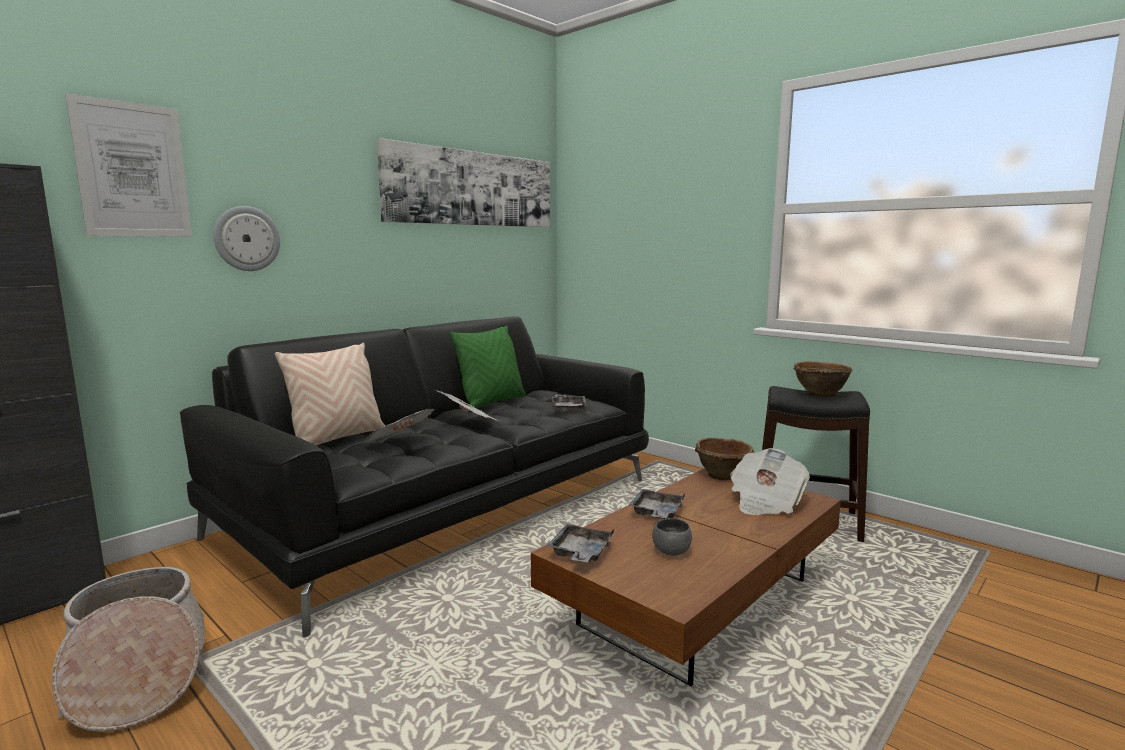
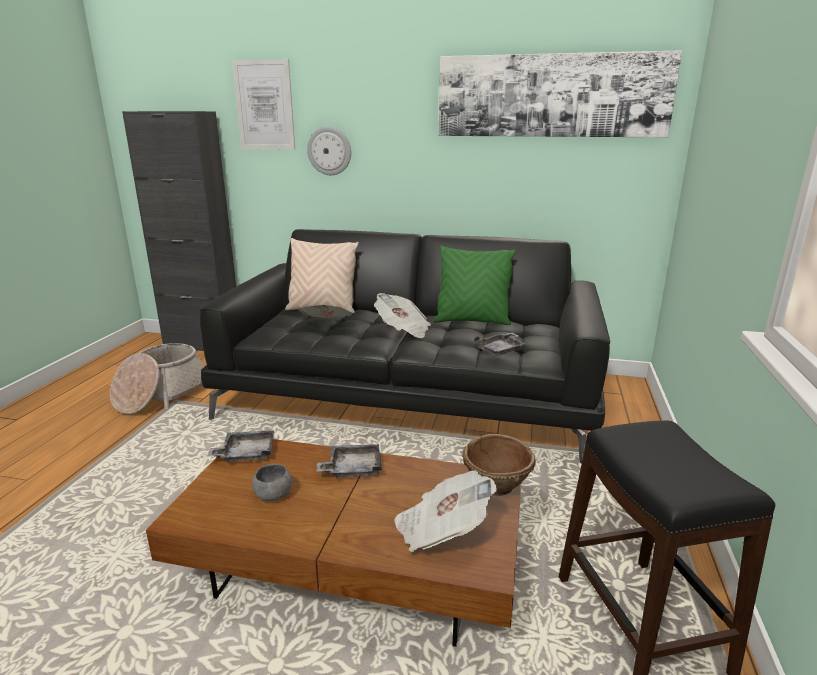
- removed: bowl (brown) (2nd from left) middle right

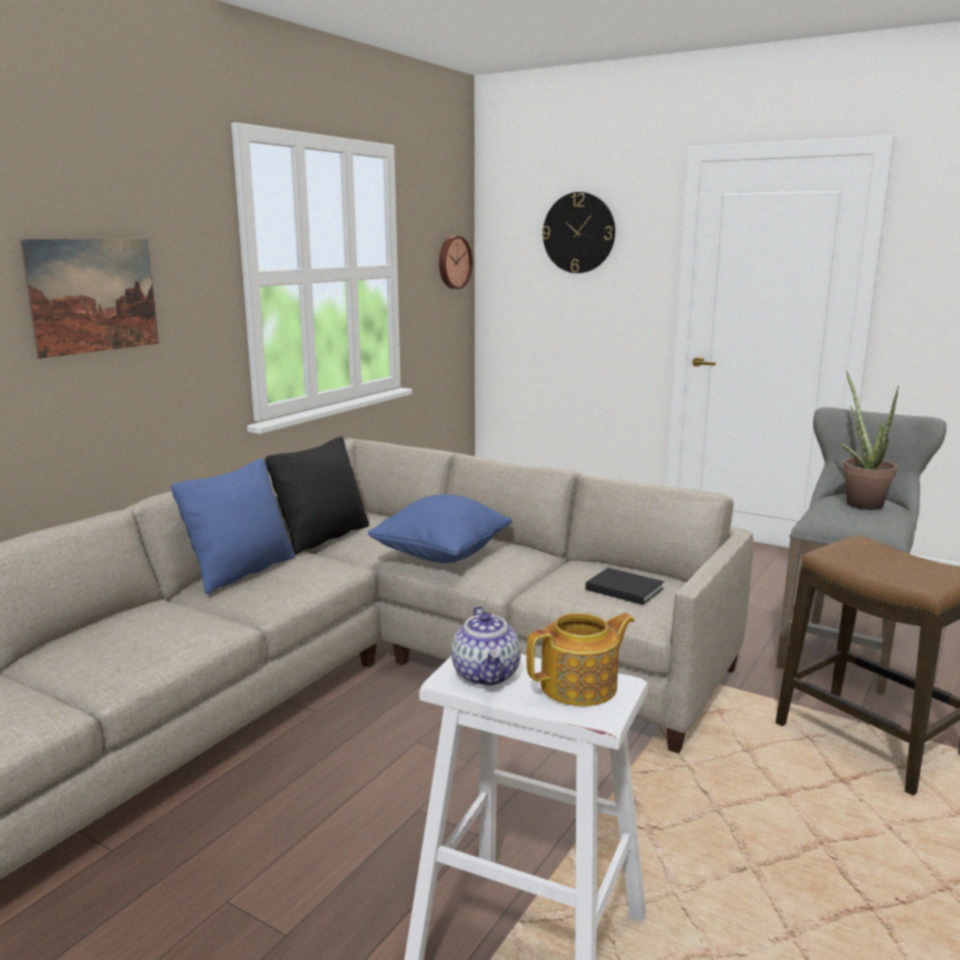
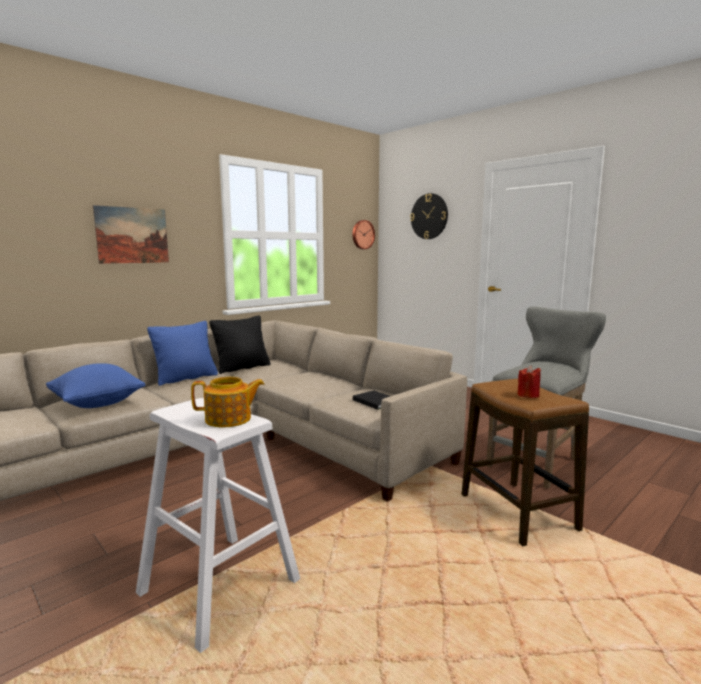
- removed: teapot (1st from left) bottom centre
- removed: potted plant middle right
- added: candle (red) middle right
- moved: pillow (blue) (2nd from left in the first image) centre to pillow (blue) (1st from left) middle left

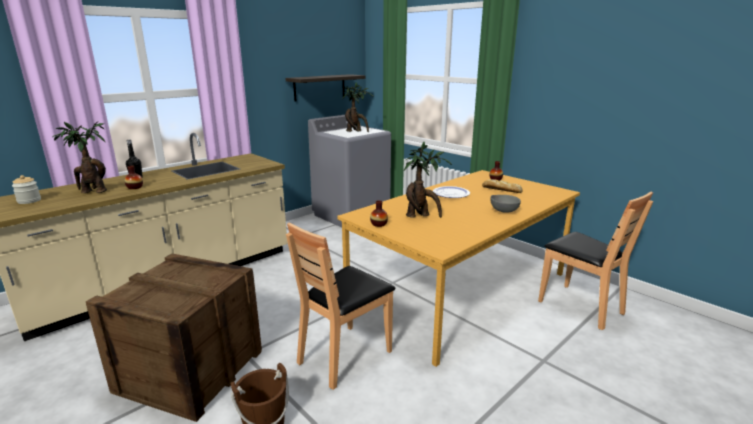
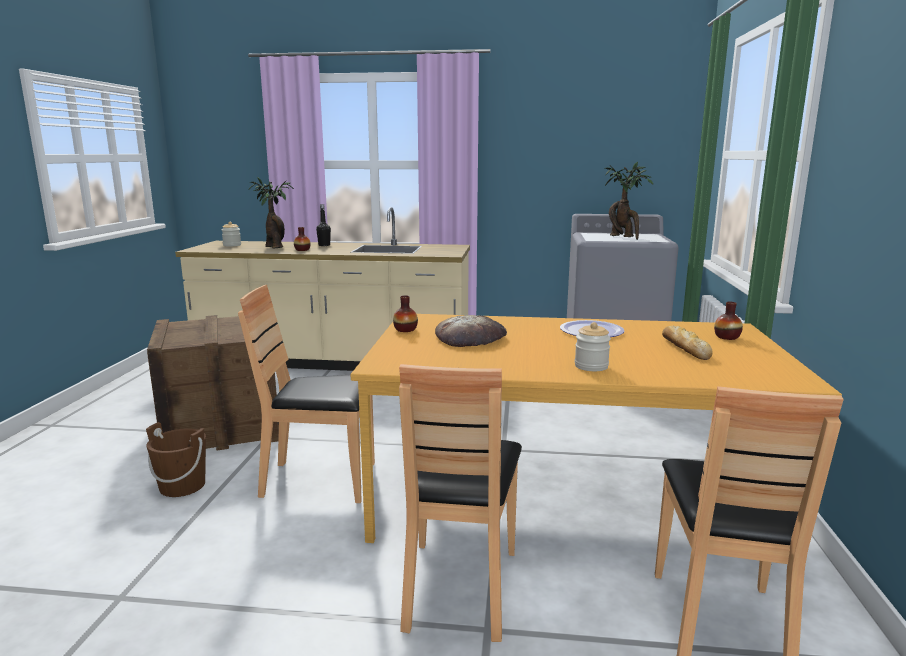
- removed: shelf top centre
- added: chair (brown) (2nd from left) bottom centre
- replaced: potted plant (3rd from left) centre to bread (1st from left) centre
- replaced: bowl (grey) middle right to jar (2nd from left) centre

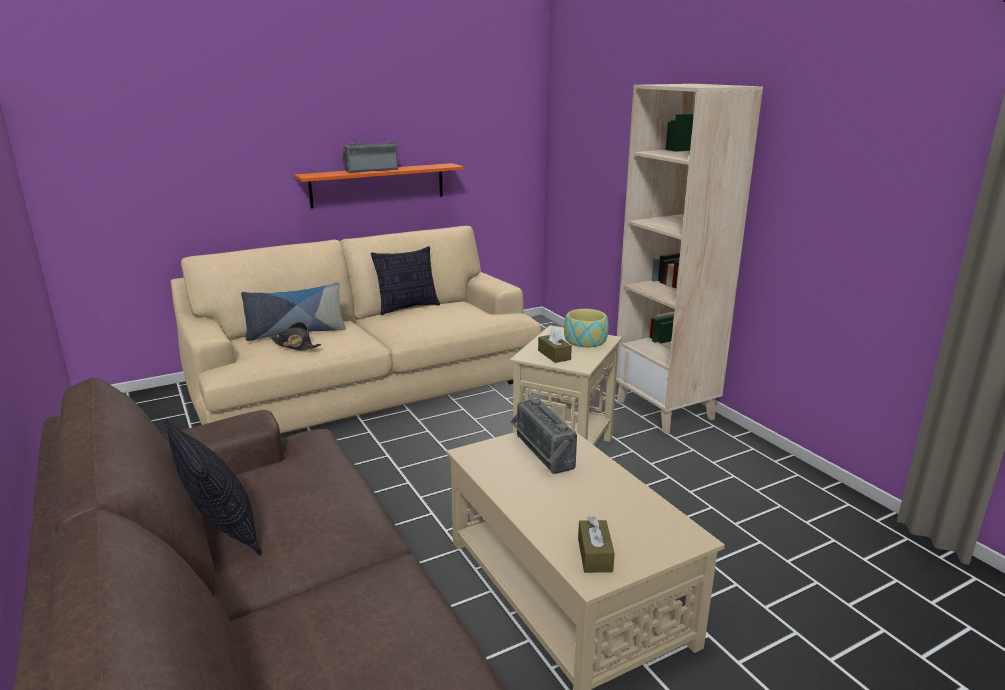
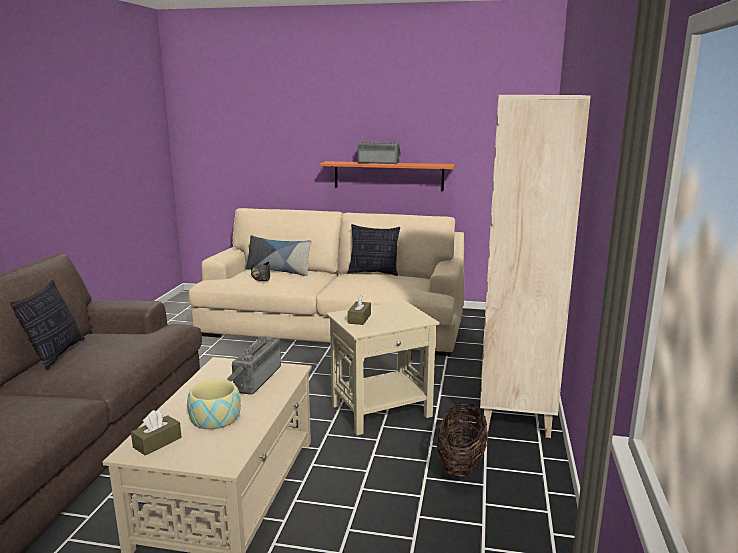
- added: basket bottom centre
- moved: bowl centre to bottom left

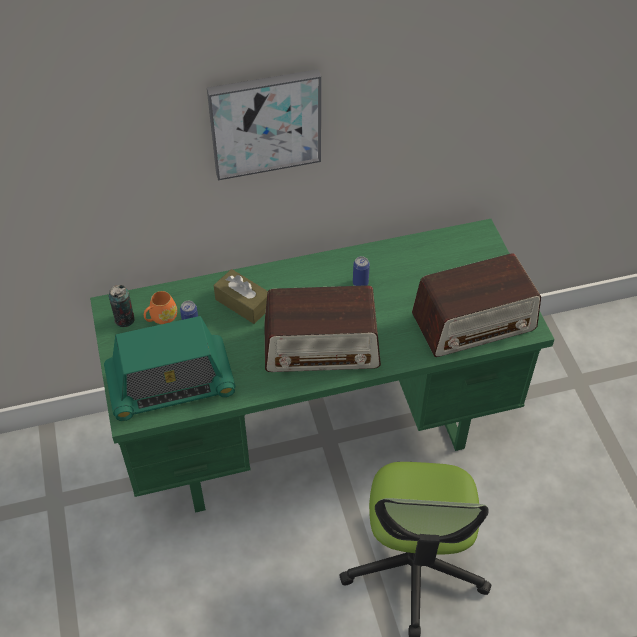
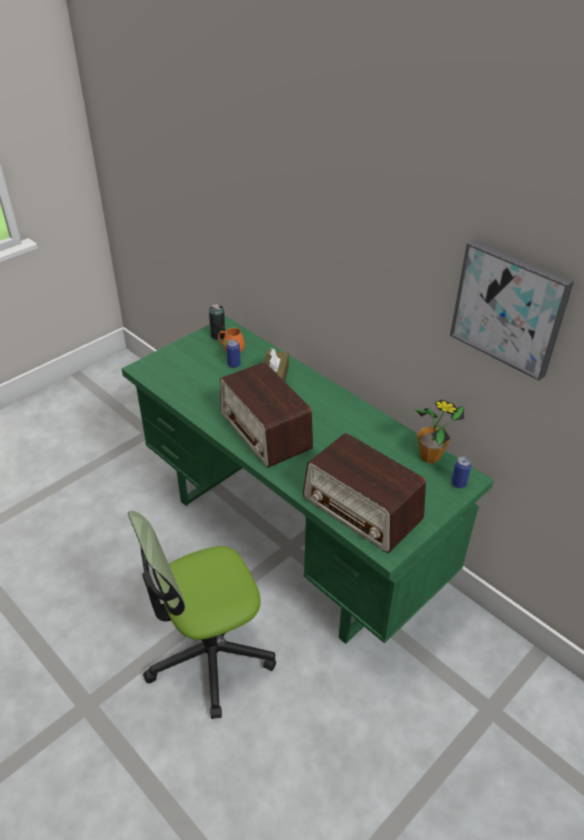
- removed: radio (1st from left) middle left
- added: potted plant middle right
- moved: picture top centre to middle right
- moved: can (3rd from left) centre to middle right

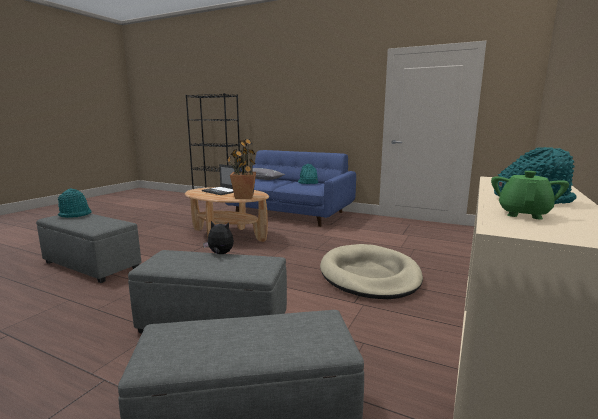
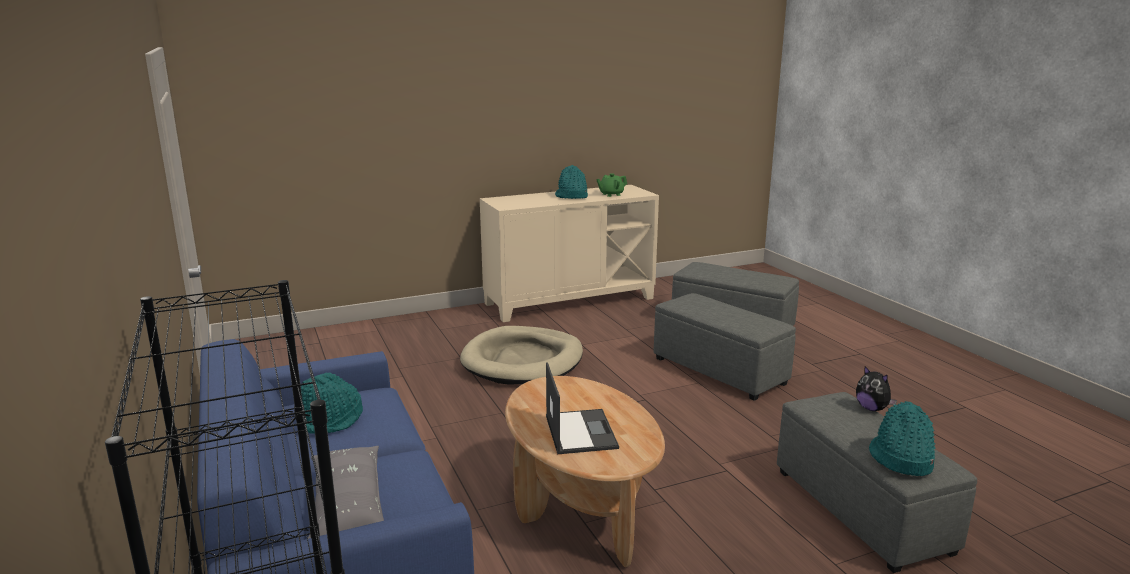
- removed: potted plant centre
- moved: plush toy centre to bottom right

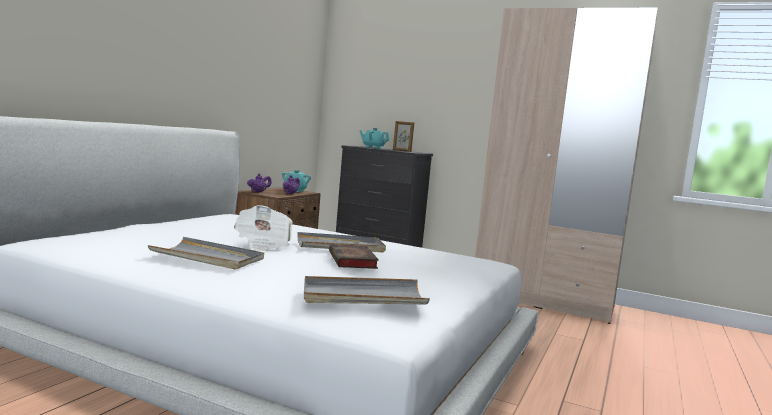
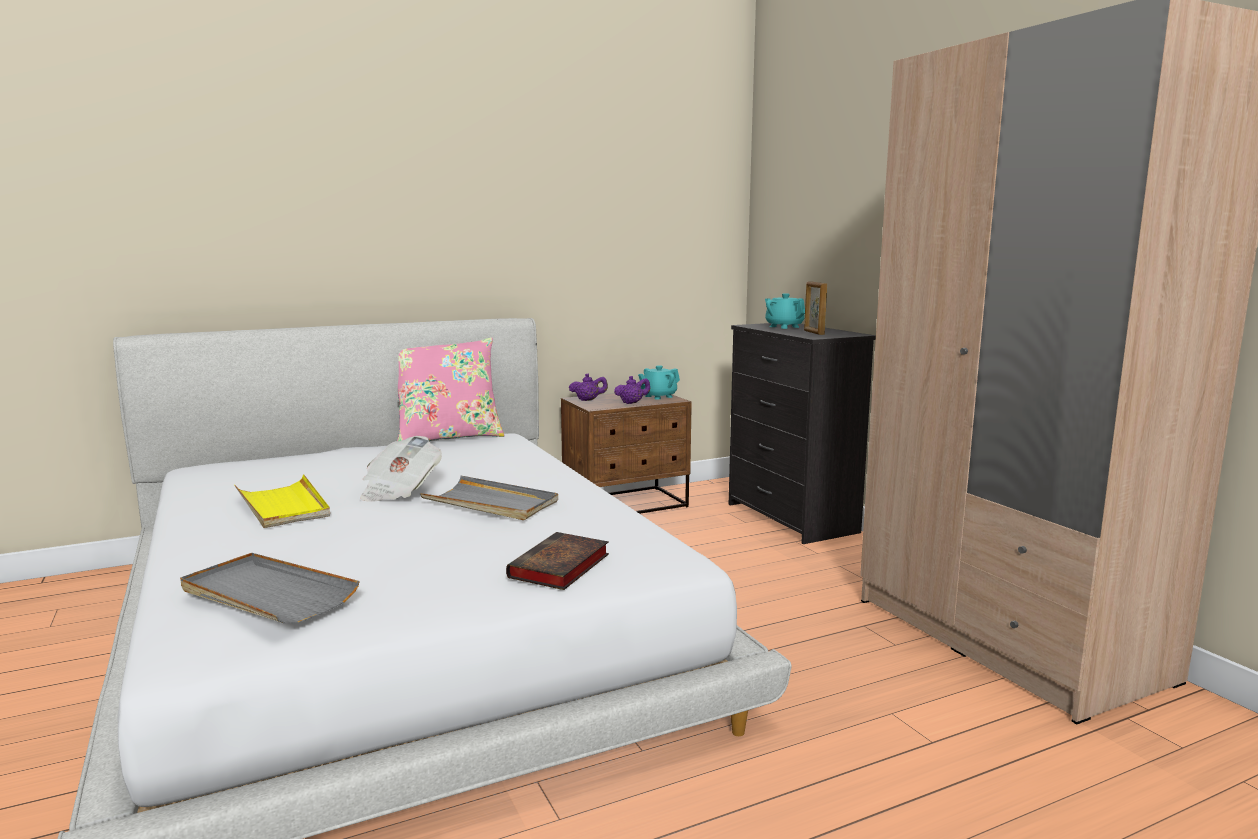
- added: pillow (pink) centre
- moved: book centre to bottom centre
- recoloured: tray (grey) (1st from left) middle left to tray (yellow) middle left

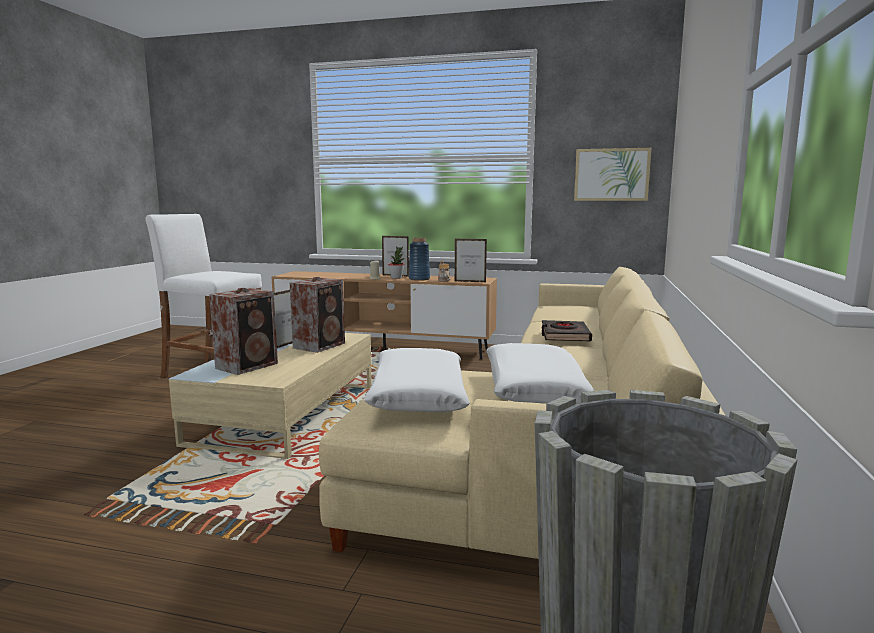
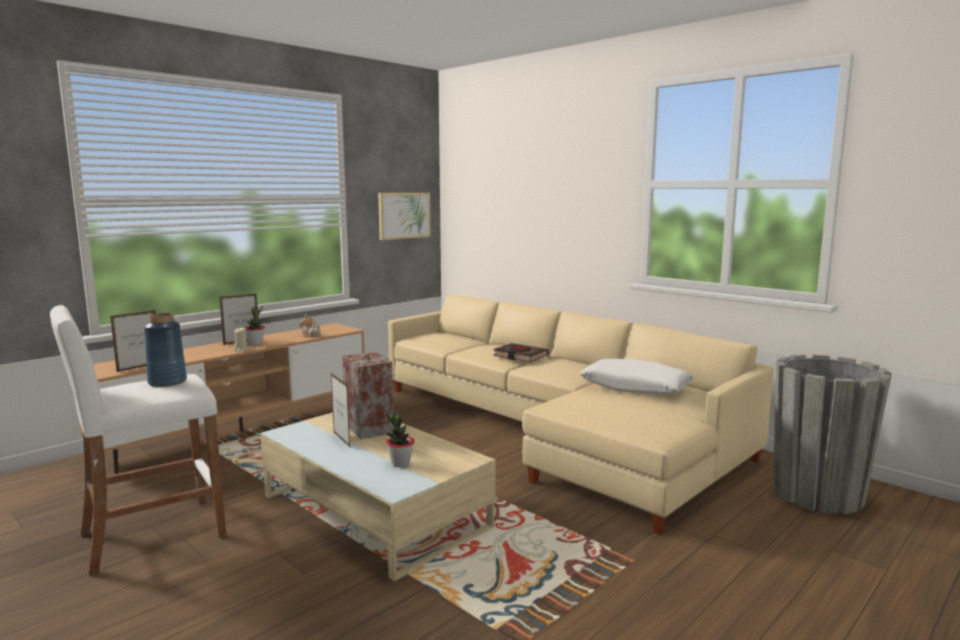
- removed: pillow (white) (1st from left) centre
- moved: vase (blue) centre to middle left
- moved: picture frame (3rd from left in the first image) centre to picture frame (1st from left) middle left
- replaced: speaker (1st from left) middle left to potted plant (2nd from left) bottom centre

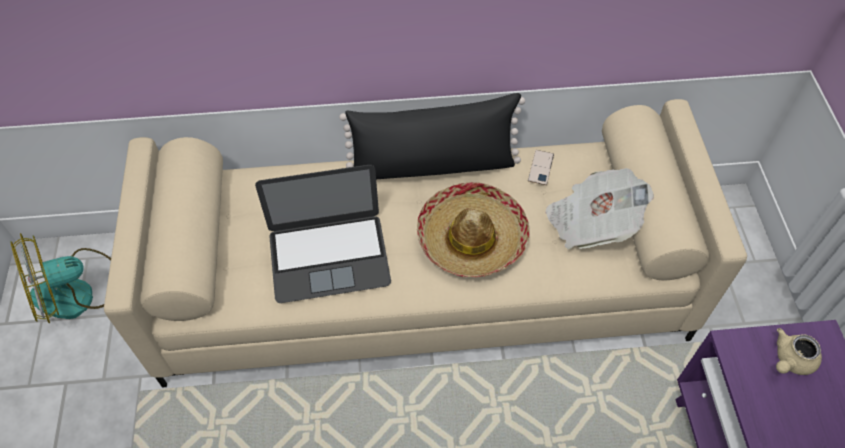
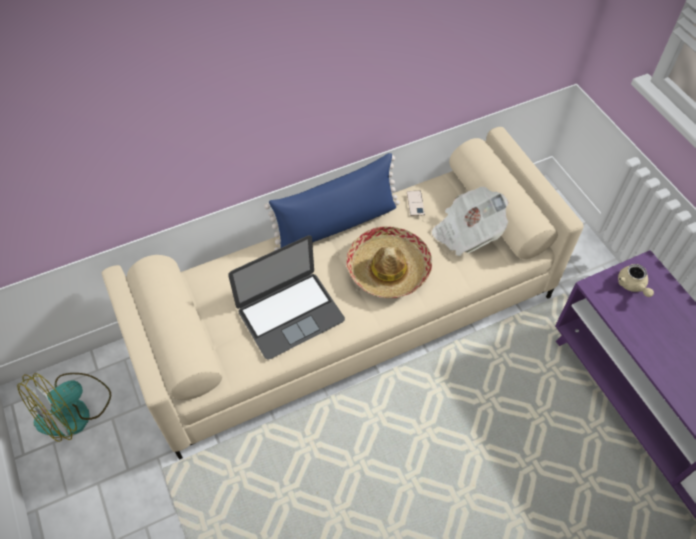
- recoloured: pillow (black) top centre to pillow (blue) centre
- turned: teapot (beige) bottom right = middle right 45 degrees counterclockwise

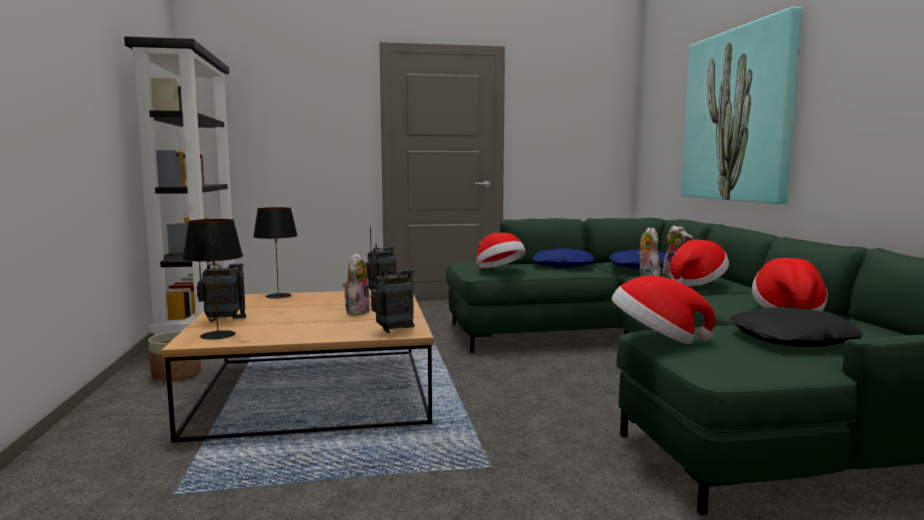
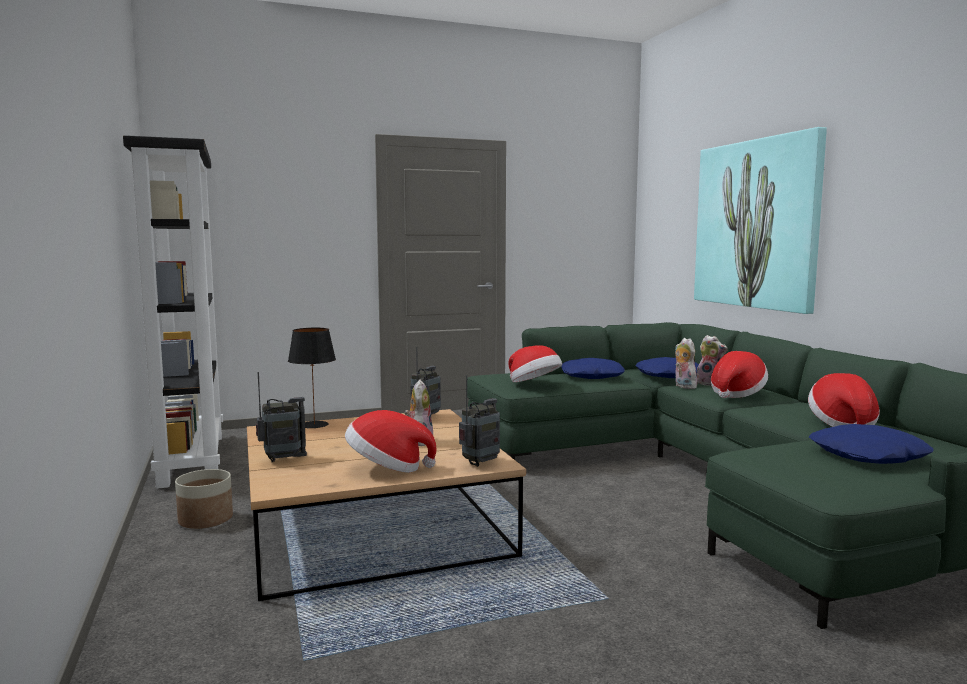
- removed: table lamp (black) (1st from left) middle left
- moved: hat (2nd from left in the first image) middle right to hat (1st from left) centre
- recoloured: pillow (black) middle right to pillow (blue) (3rd from left) middle right

